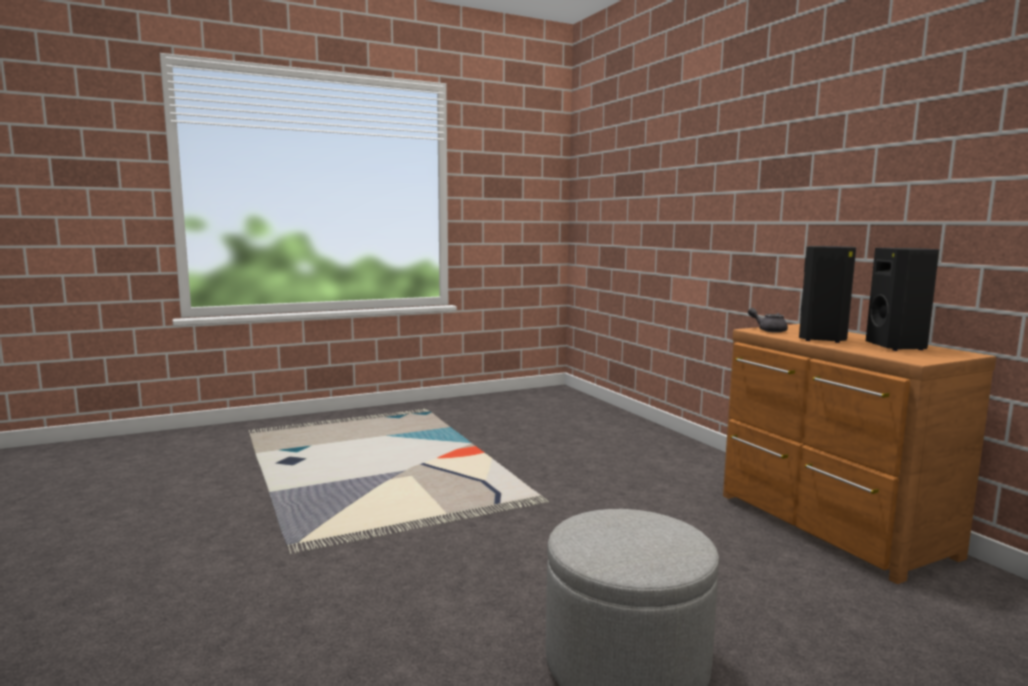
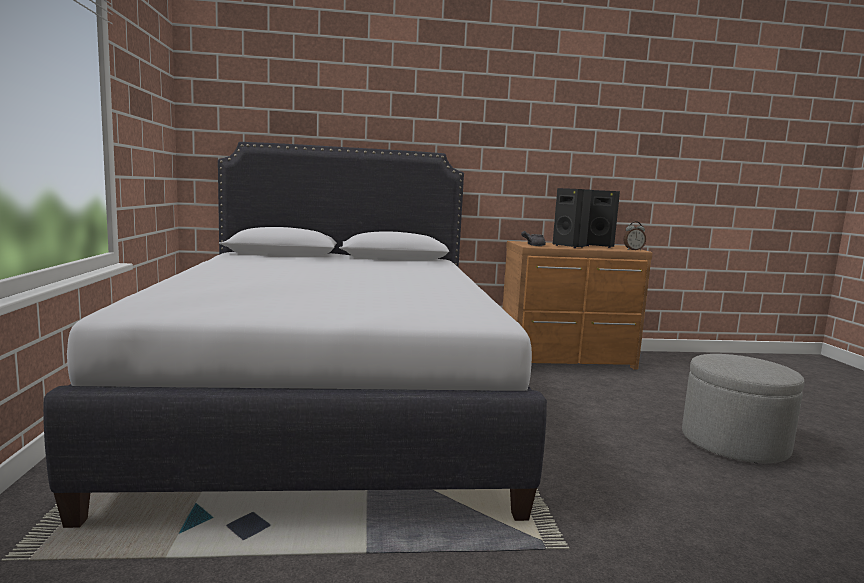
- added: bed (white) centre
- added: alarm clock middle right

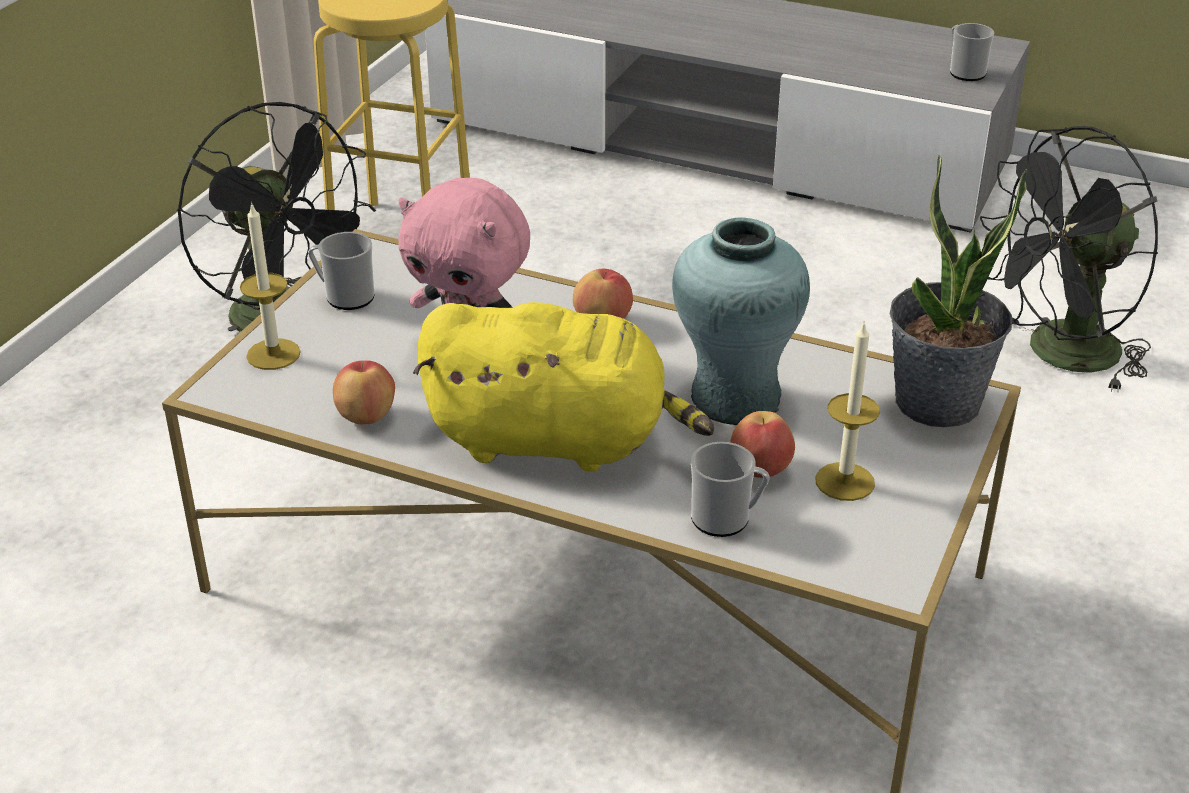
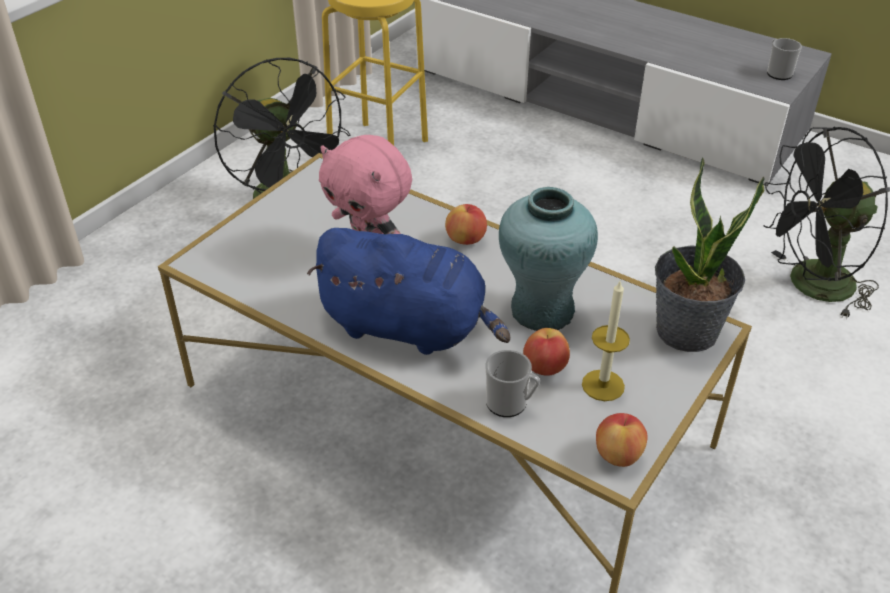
- removed: candle (1st from left) middle left
- removed: mug (1st from left) middle left
- moved: apple (1st from left in the first image) middle left to apple (3rd from left) bottom right
- recoloured: plush toy (yellow) centre to plush toy (blue) centre

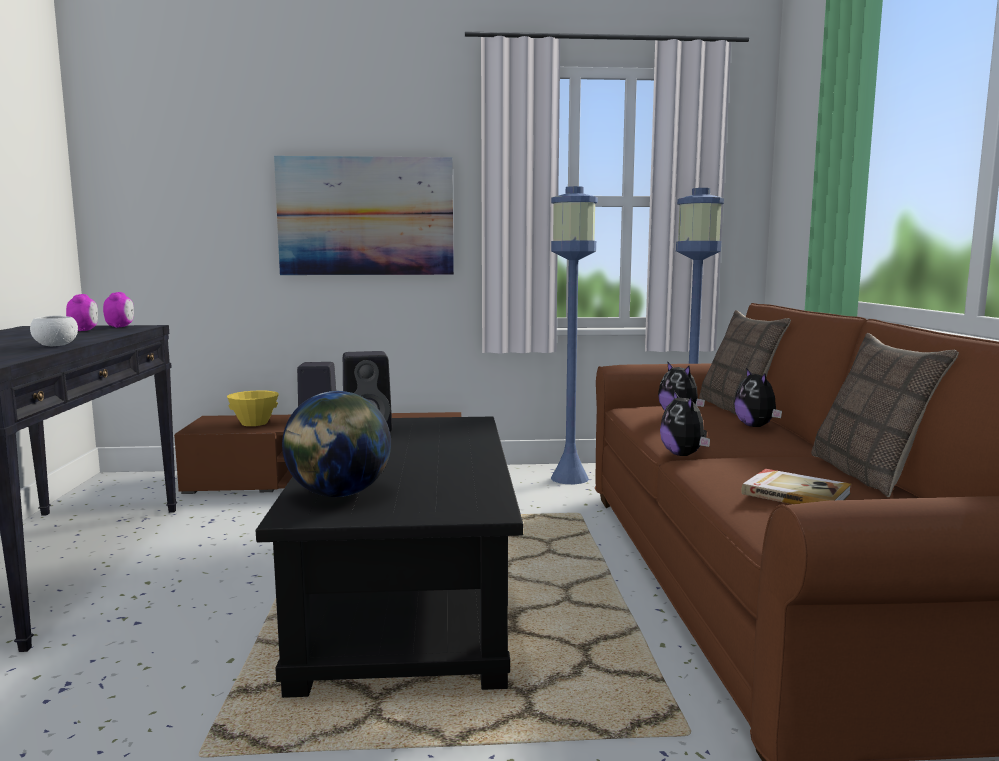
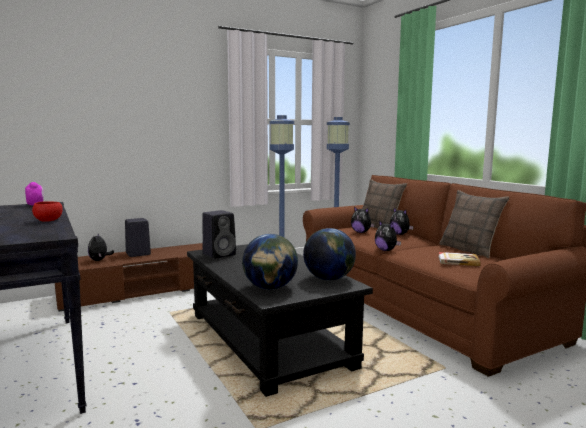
- removed: alarm clock (1st from left) middle left
- removed: picture top centre
- added: globe (2nd from left) centre
- replaced: bowl (yellow) middle left to plush toy (1st from left) middle left
- recoloured: bowl (white) middle left to bowl (red) middle left

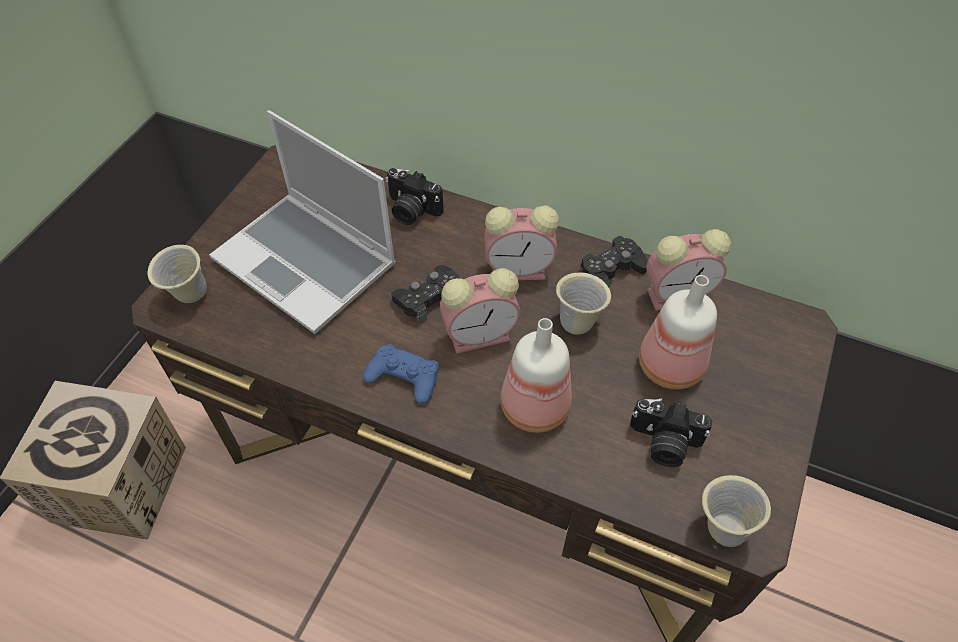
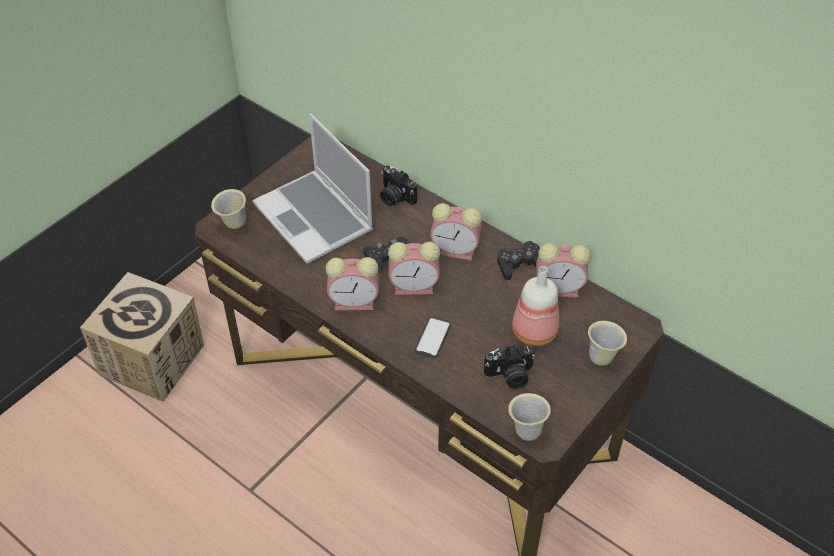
- moved: mug (beige) (2nd from left in the first image) centre to mug (beige) (3rd from left) middle right
- replaced: game controller (blue) centre to alarm clock (1st from left) centre
- replaced: bottle (1st from left) centre to phone centre
- turned: photo camera (2nd from left) bottom right = centre 45 degrees counterclockwise

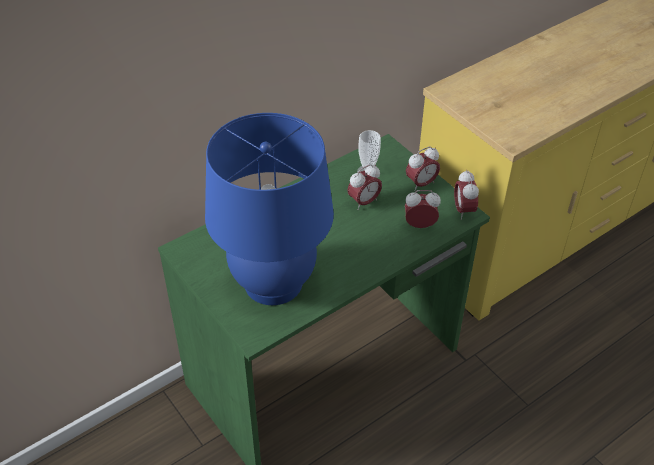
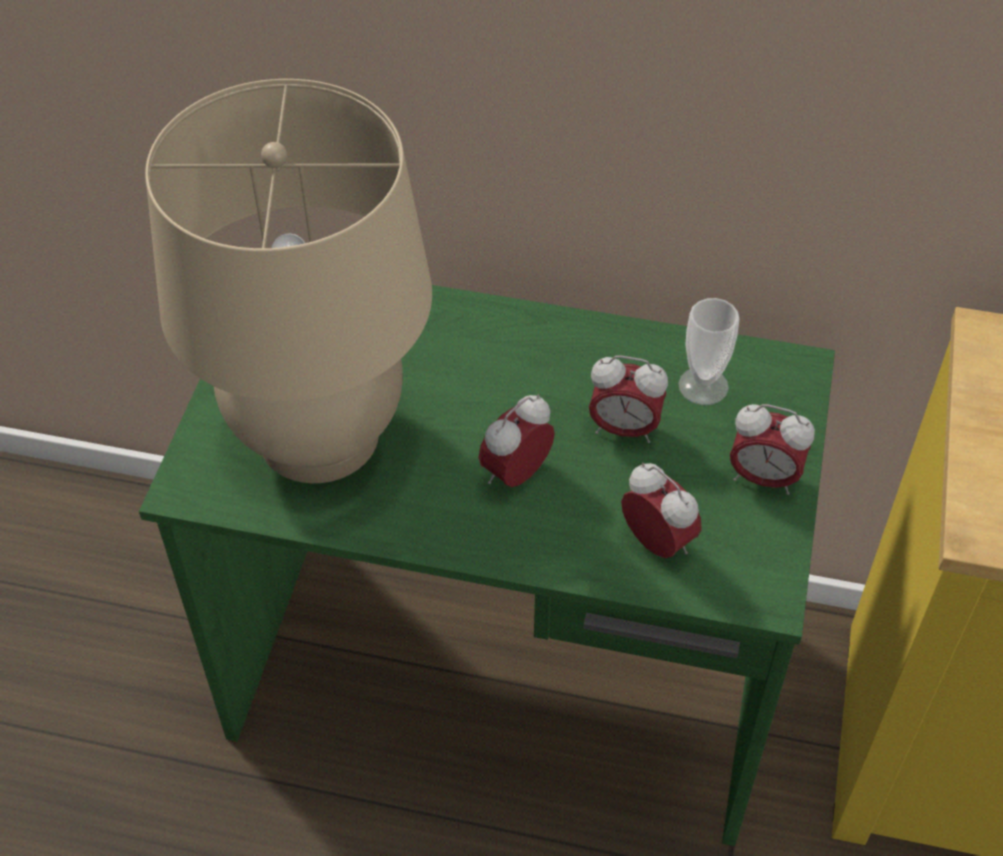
- moved: alarm clock (4th from left in the first image) middle right to alarm clock (1st from left) centre
- recoloured: table lamp (blue) centre to table lamp (beige) top left

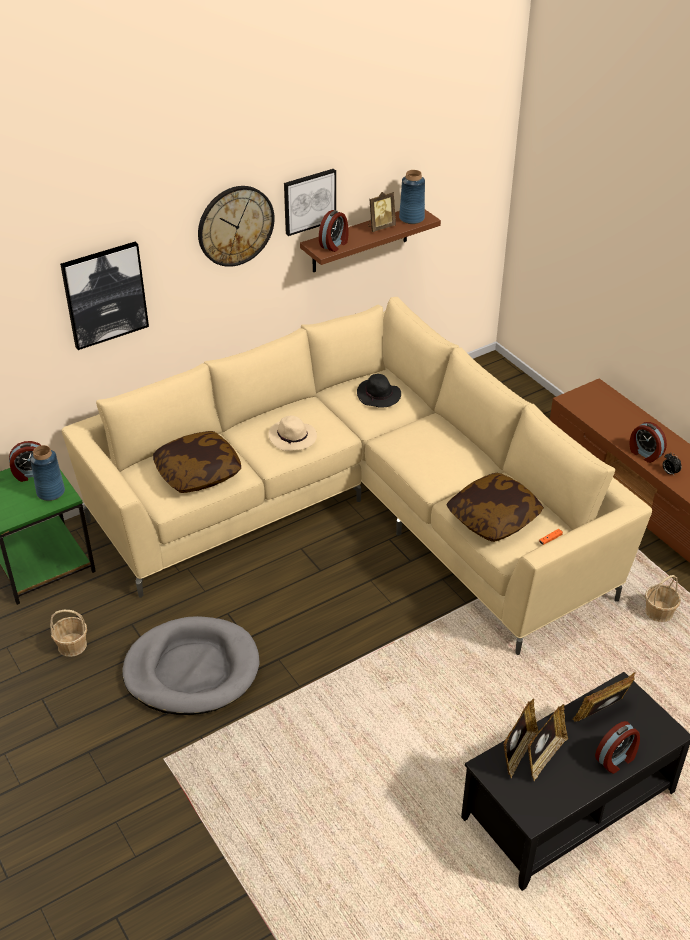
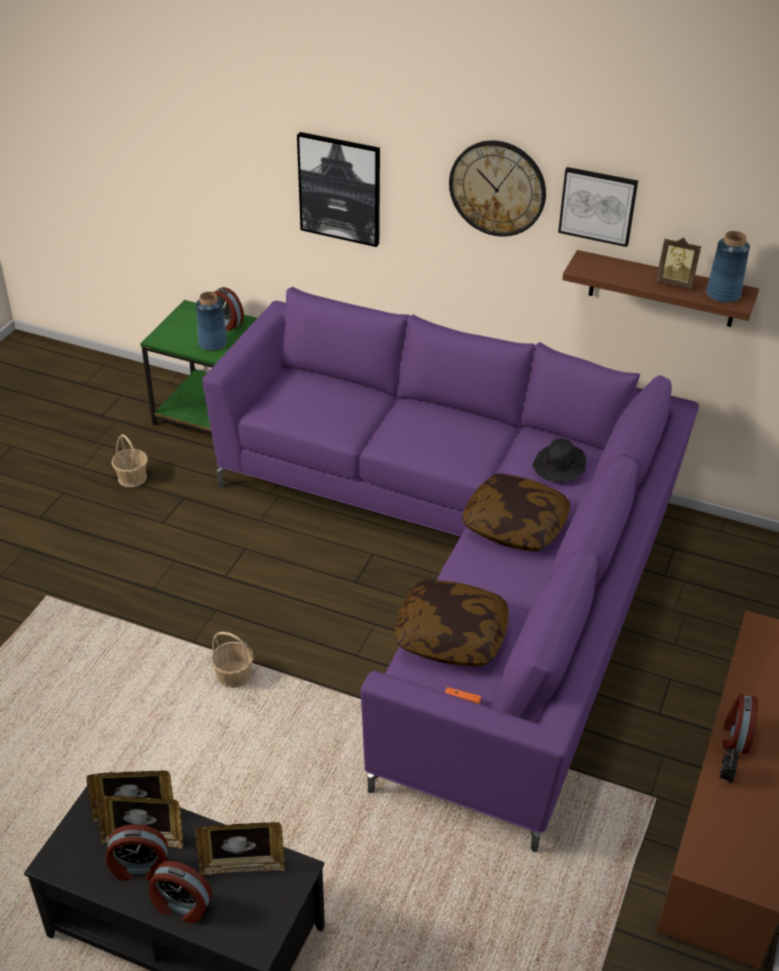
- removed: dog bed (grey) bottom left
- removed: hat (beige) centre
- moved: pillow (1st from left in the first image) middle left to pillow (2nd from left) centre
- moved: alarm clock (2nd from left in the first image) top centre to alarm clock (1st from left) bottom left
- moved: basket (2nd from left) middle right to bottom left
- recoloured: sofa (beige) centre to sofa (purple) centre
- turned: picture frame (4th from left in the first image) bottom right = bottom left 150 degrees clockwise

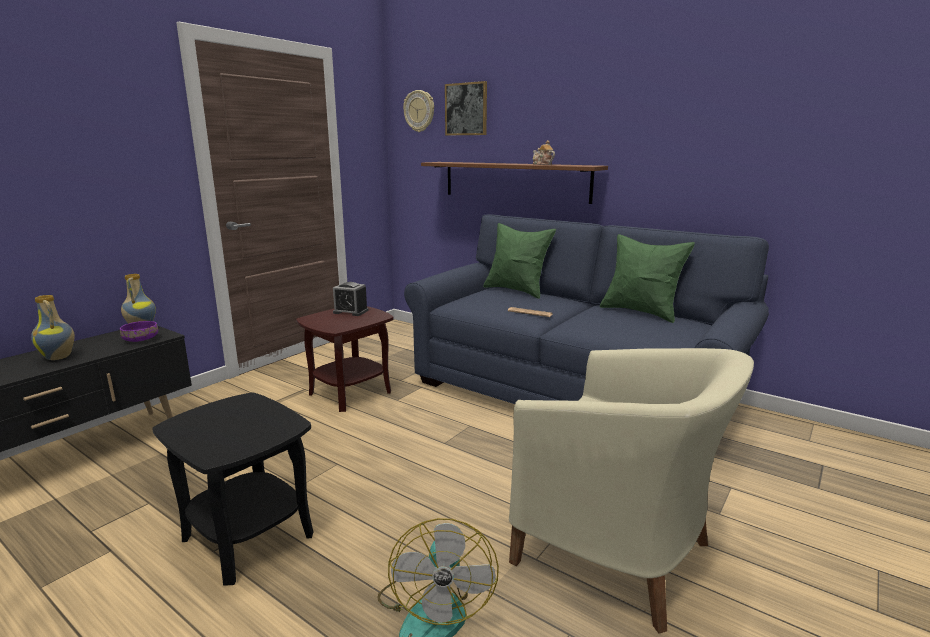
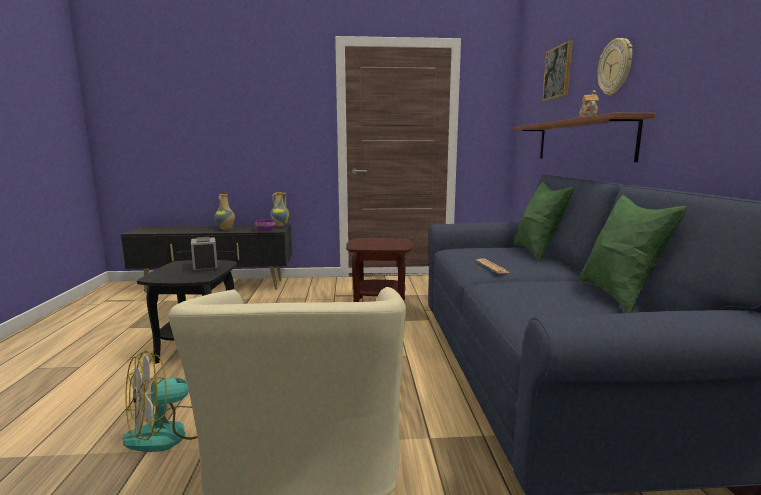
- moved: alarm clock centre to middle left
- moved: wall clock top centre to top right

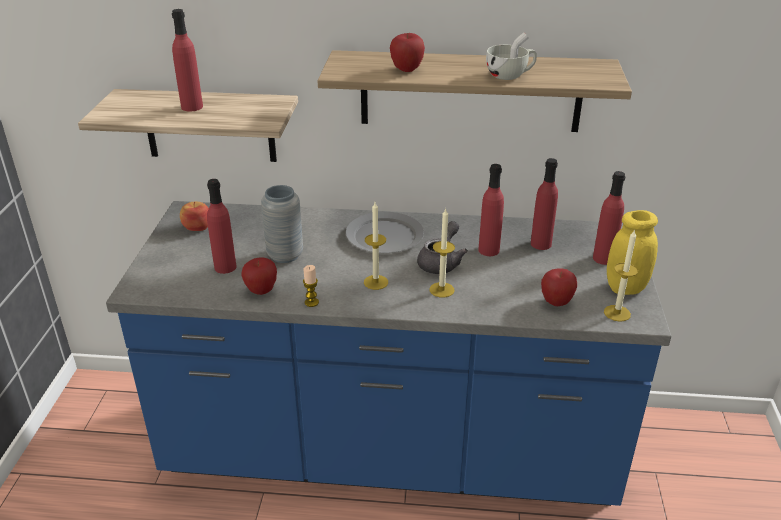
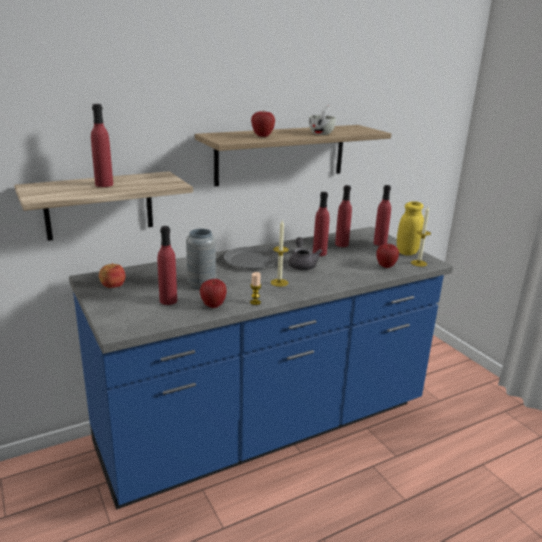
- removed: candle (3rd from left) centre

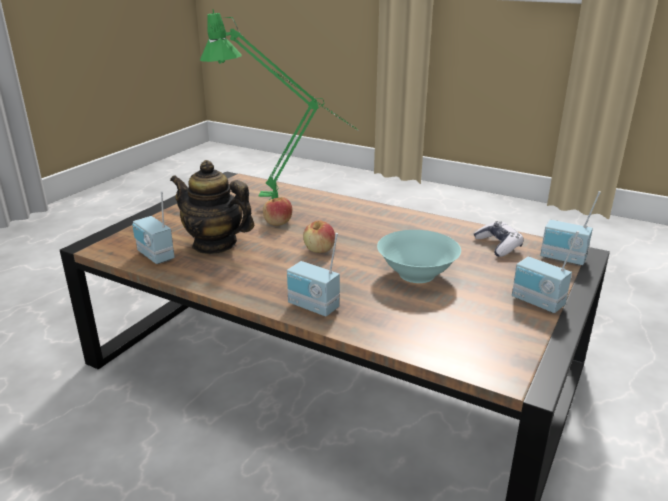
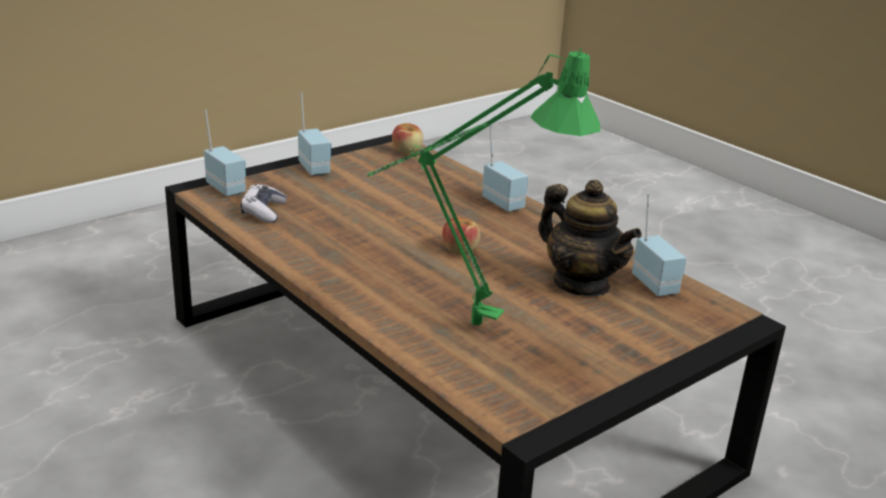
- removed: bowl (turquoise) centre
- moved: apple (1st from left) centre to top centre

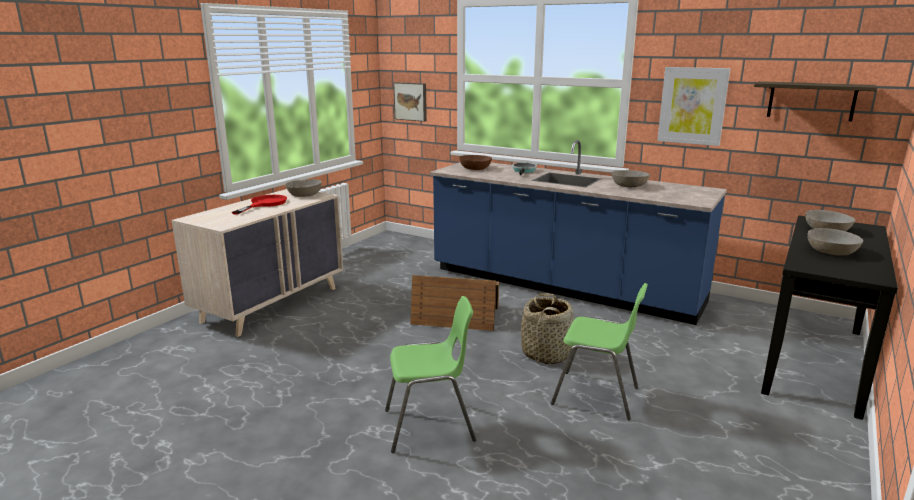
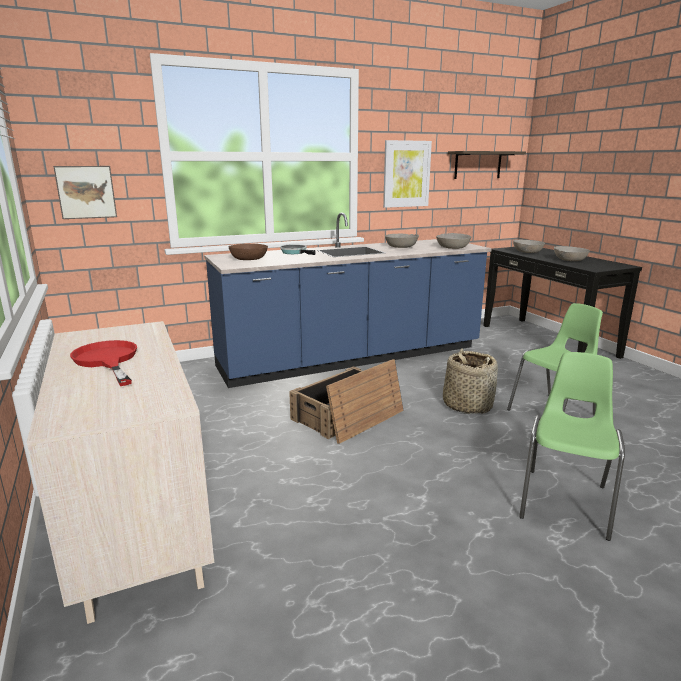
- moved: bowl (grey) (1st from left in the first image) middle left to bowl (grey) (2nd from left) centre

